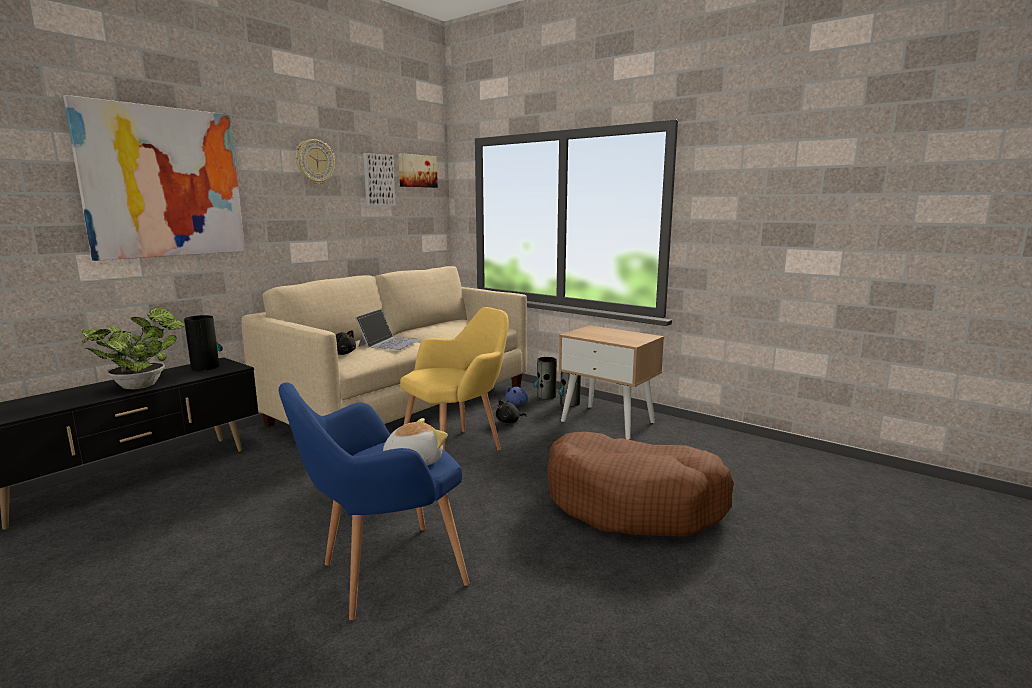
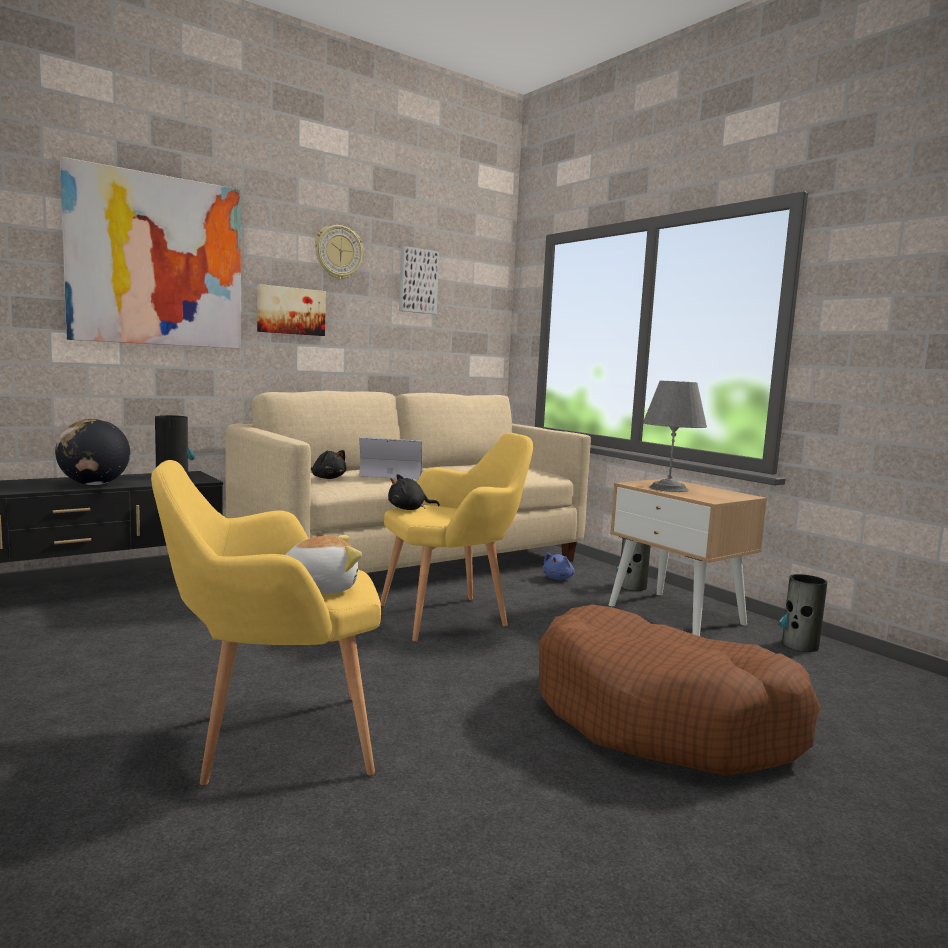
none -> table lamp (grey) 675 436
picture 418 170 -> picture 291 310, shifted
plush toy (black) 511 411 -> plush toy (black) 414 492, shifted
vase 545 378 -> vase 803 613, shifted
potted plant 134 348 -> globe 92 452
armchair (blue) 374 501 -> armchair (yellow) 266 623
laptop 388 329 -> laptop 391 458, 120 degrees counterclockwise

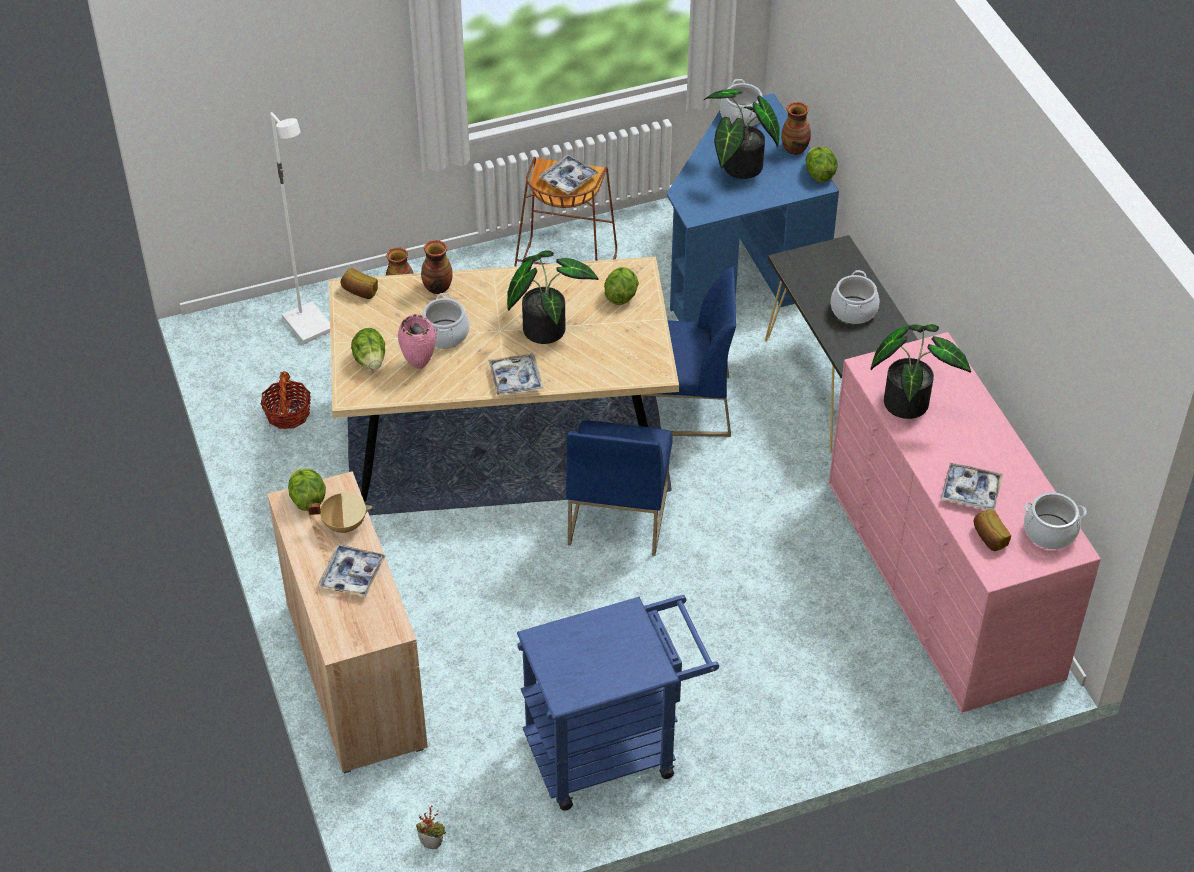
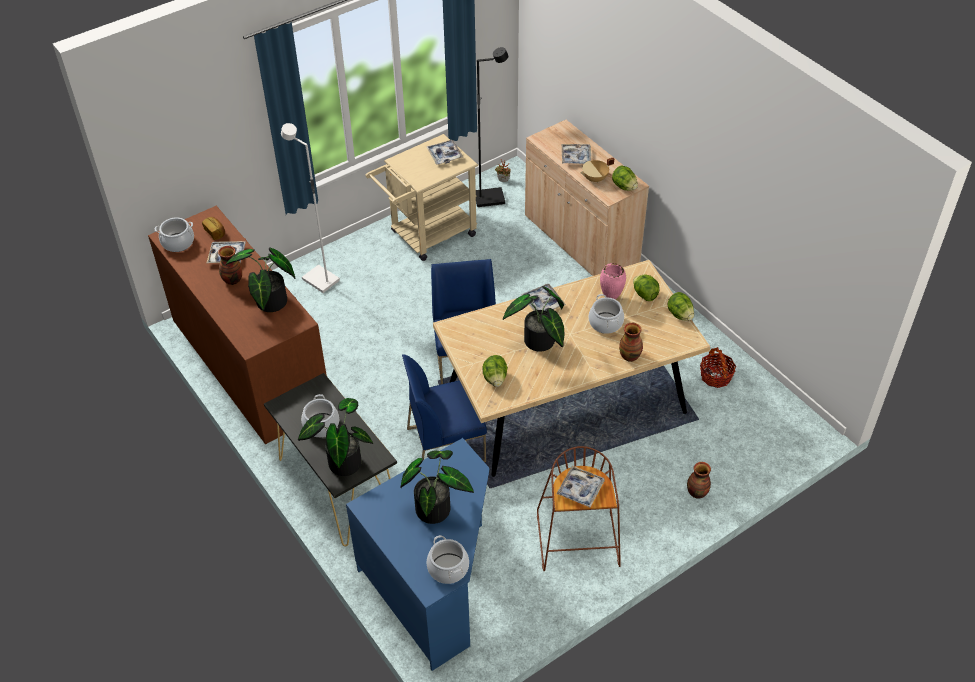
bread 359 283 -> none
none -> potted plant 335 437
none -> tray 445 152
none -> floor lamp (black) 492 127
floor lamp (white) 300 228 -> floor lamp (white) 310 208, shifted
vase 796 128 -> vase 230 265, shifted
lettuce 822 164 -> lettuce 680 306, shifted
cart (blue) 618 703 -> cart (beige) 422 197
dresser (pink) 965 522 -> dresser (brown) 237 325

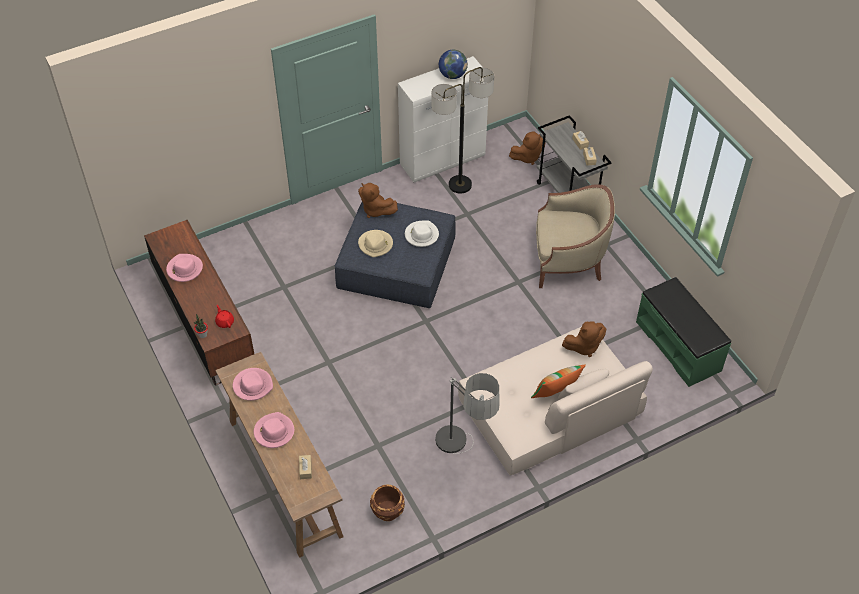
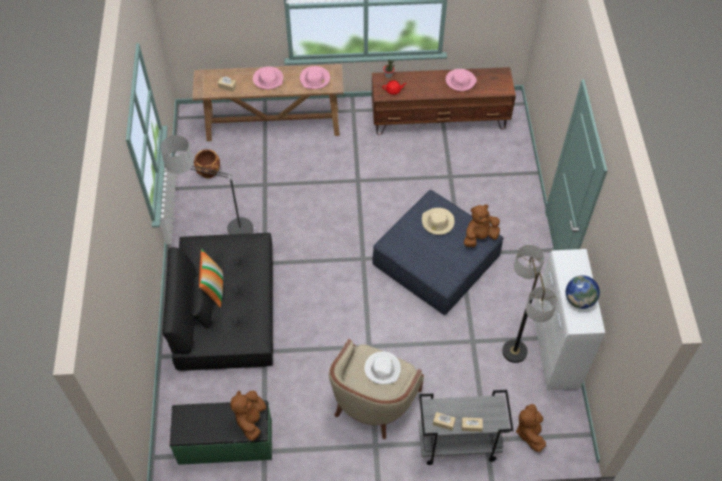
hat (white) 422 234 -> hat (white) 382 368, shifted
plush toy (brown) 584 339 -> plush toy (brown) 248 415, shifted
sofa (beige) 555 401 -> sofa (black) 217 302

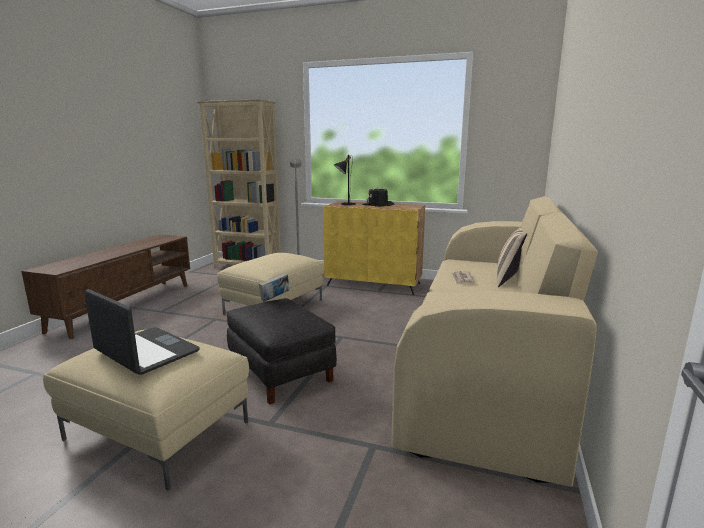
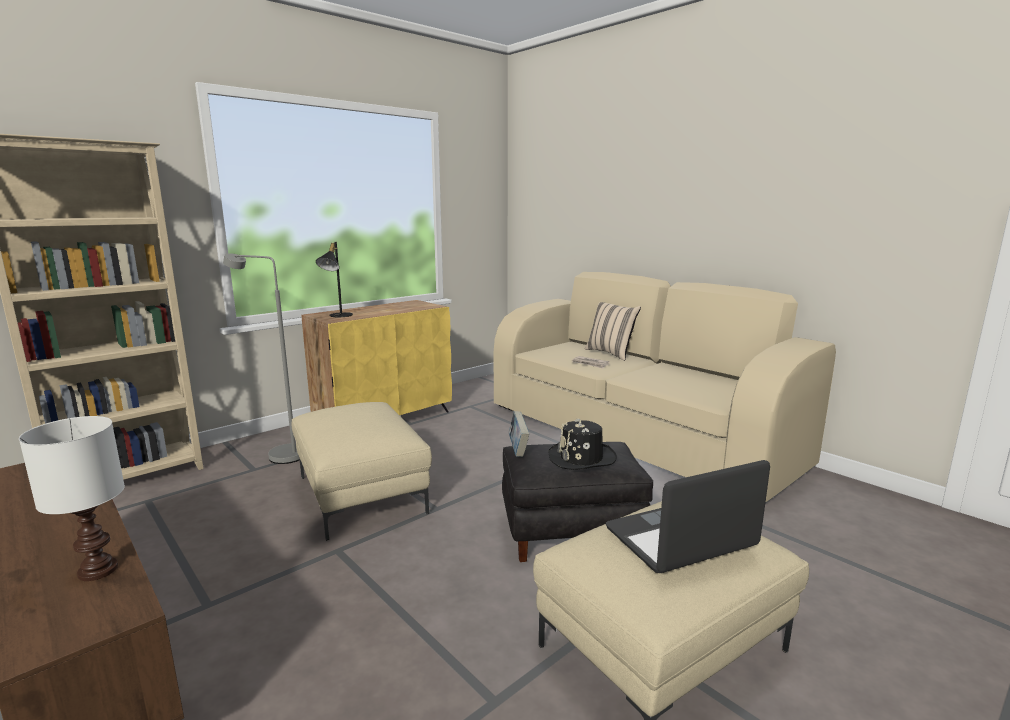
none -> table lamp (white) 72 498
hat (black) 378 196 -> hat (black) 582 444, shifted

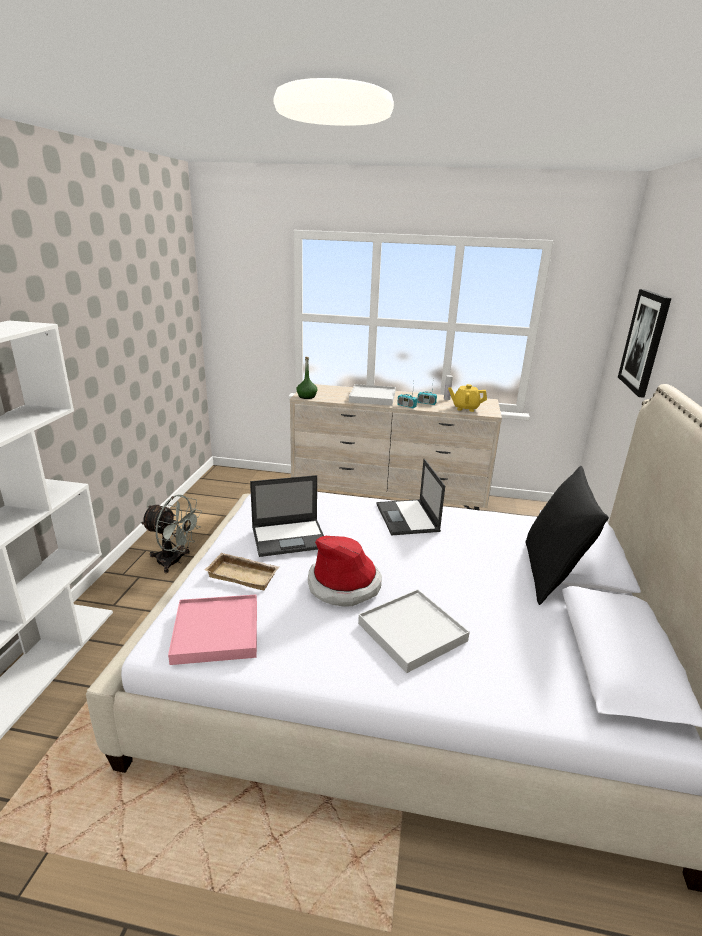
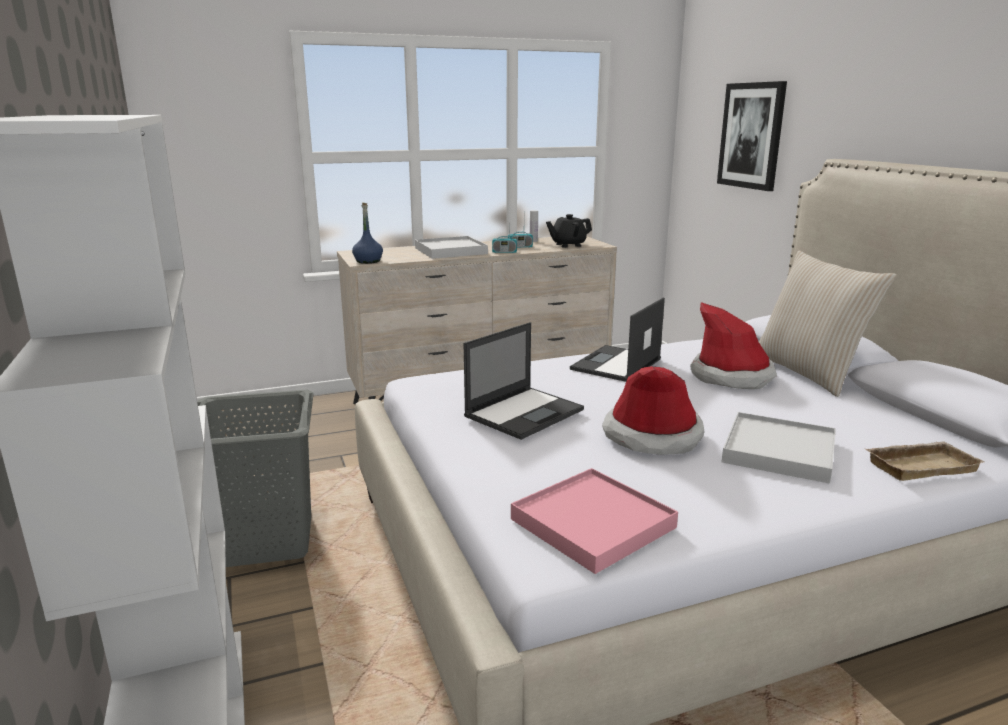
none -> hat 734 345
tray (beige) 241 571 -> tray (beige) 925 461, shifted
fan (grey) 171 533 -> laundry basket (grey) 255 478
bottle (green) 307 378 -> bottle (blue) 367 233
teapot (yellow) 467 398 -> teapot (black) 569 231
pillow (black) 567 535 -> pillow (beige) 828 323
laptop 411 497 -> laptop 617 340, 75 degrees clockwise

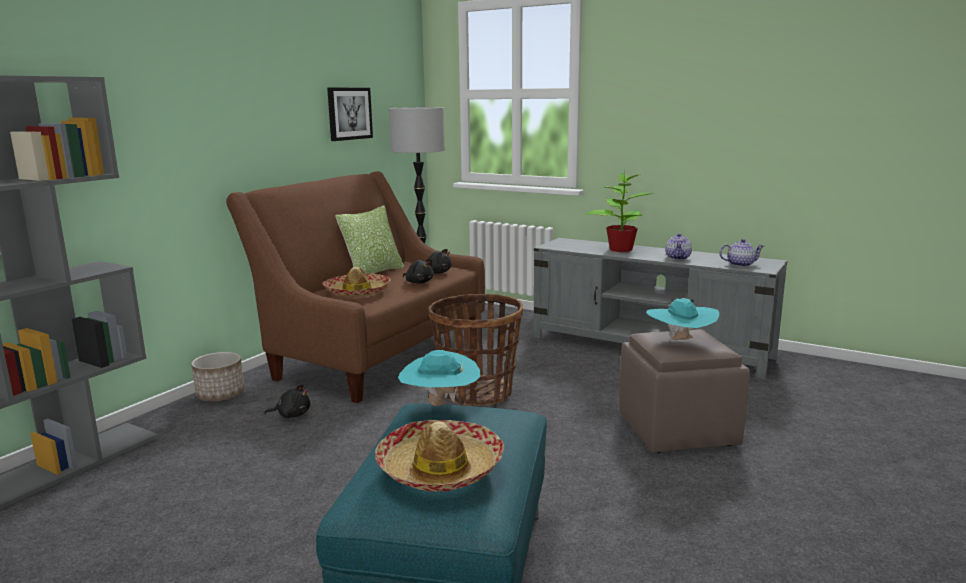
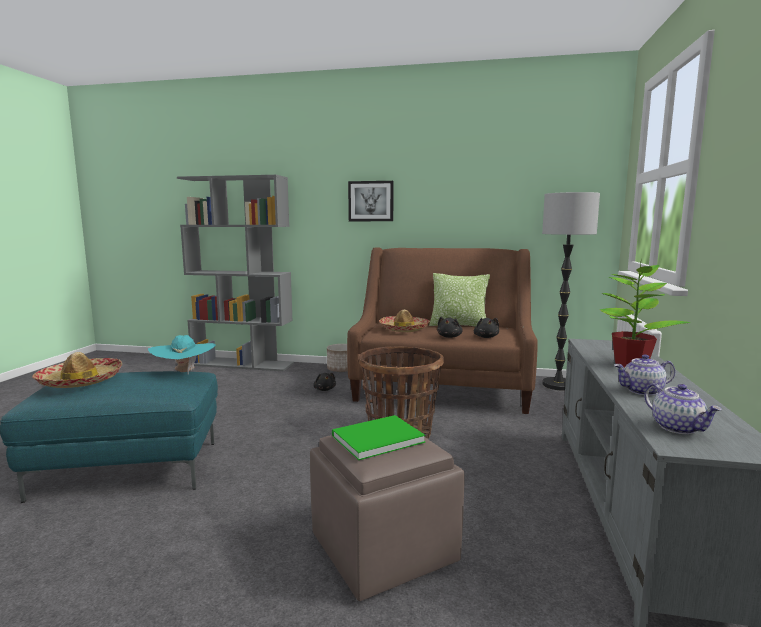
picture 350 114 -> picture 371 201, shifted
hat (turquoise) 682 319 -> book (green) 379 437

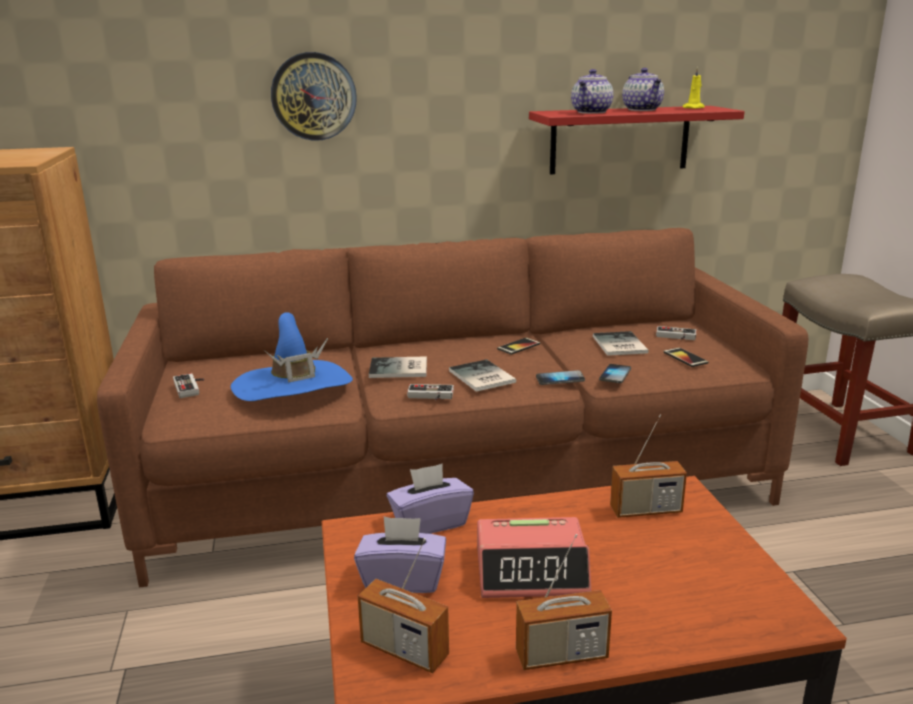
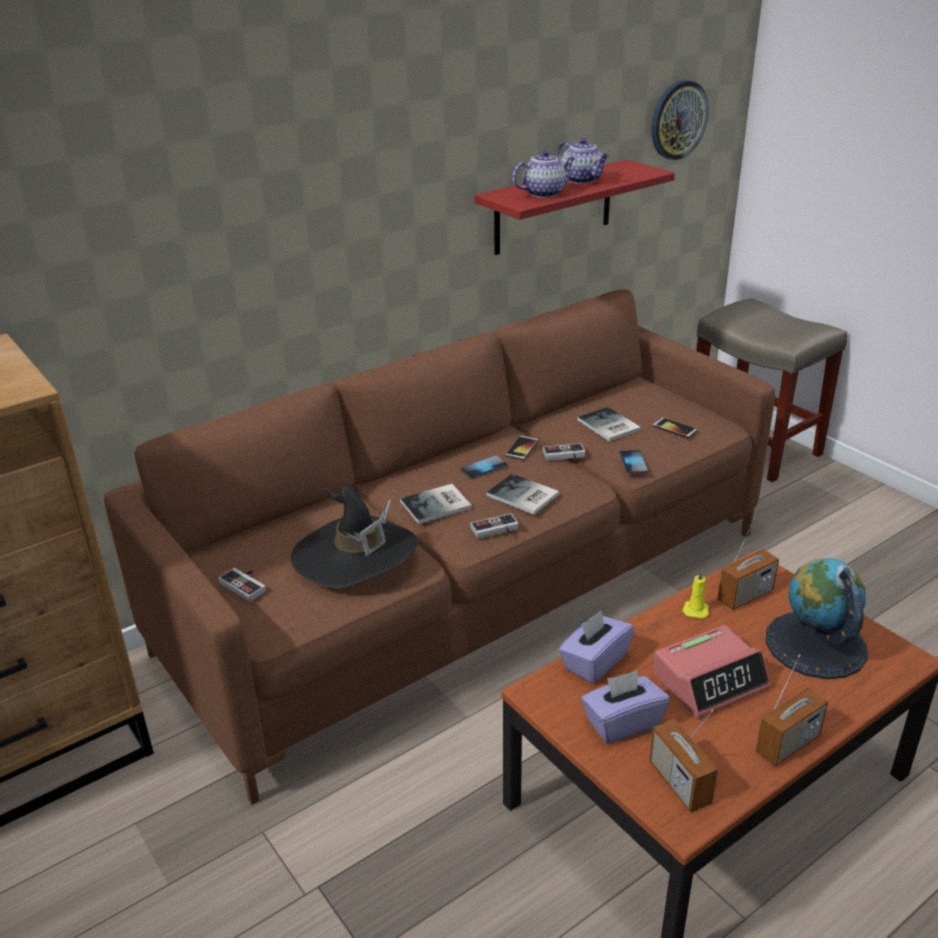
none -> globe 817 618
wall clock 314 96 -> wall clock 680 120, shifted
phone 560 377 -> phone 484 467, shifted
game controller 676 333 -> game controller 564 452, shifted
candle (yellow) 694 88 -> candle (yellow) 695 594, shifted
hat (blue) 292 356 -> hat (black) 354 535
radio 403 605 -> radio 683 761, 60 degrees clockwise
teapot 592 91 -> teapot 543 174, 120 degrees counterclockwise

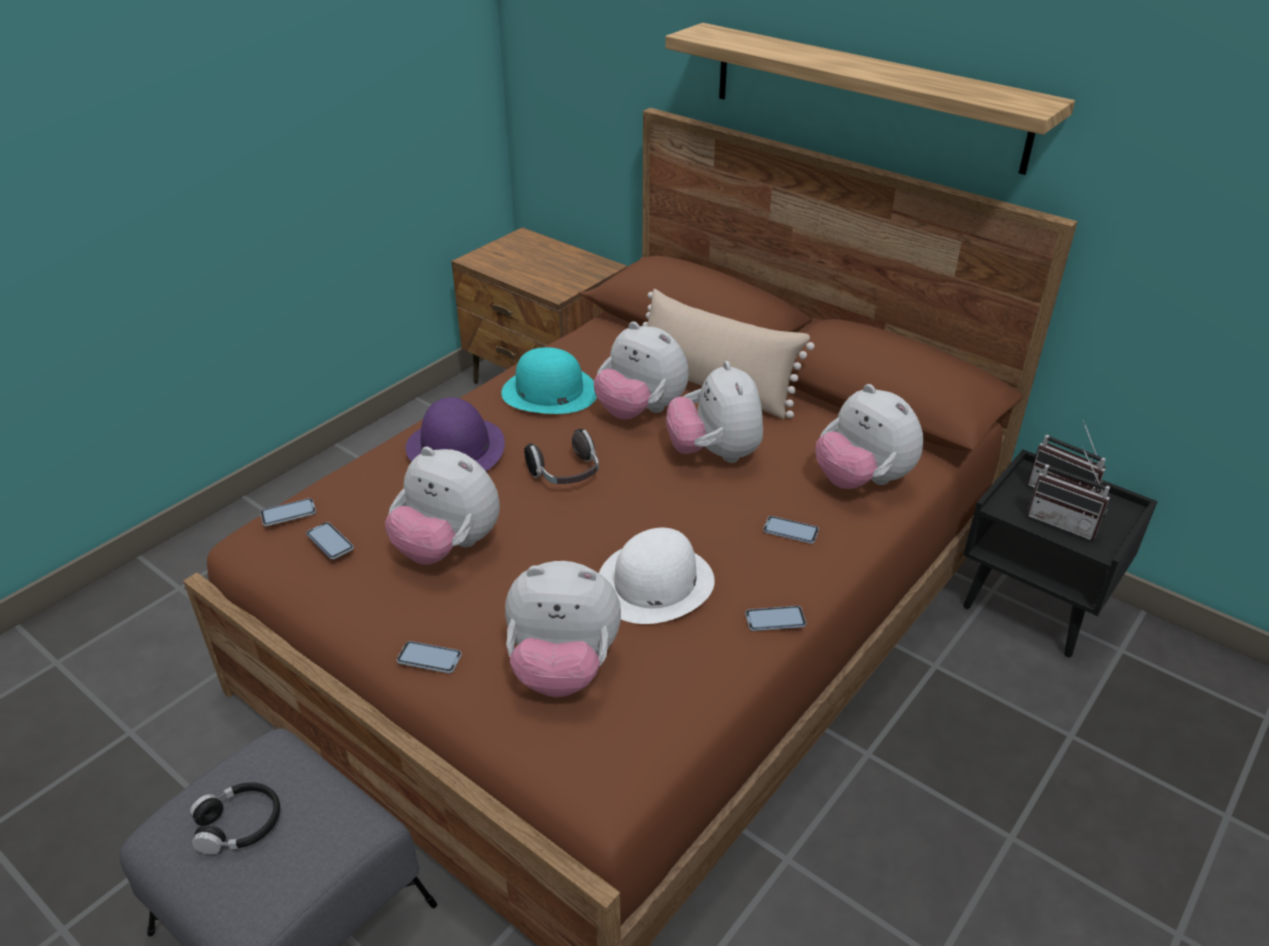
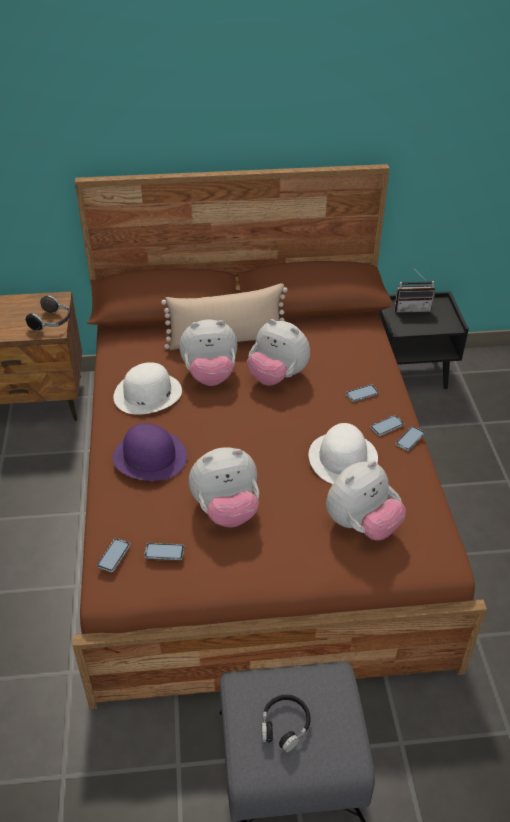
shelf 870 99 -> none
plush toy 869 436 -> none
radio 1068 493 -> none
phone 429 657 -> phone 387 425, shifted
headphones 561 456 -> headphones 48 313, shifted
hat (turquoise) 549 380 -> hat (white) 148 388

